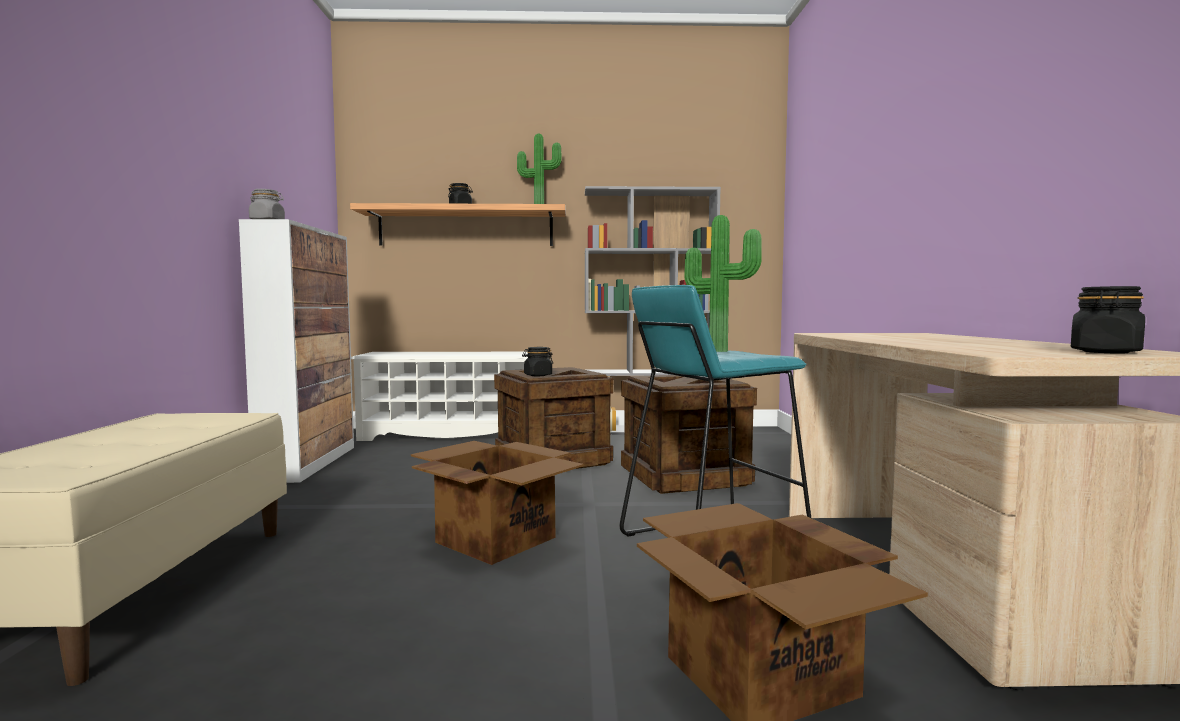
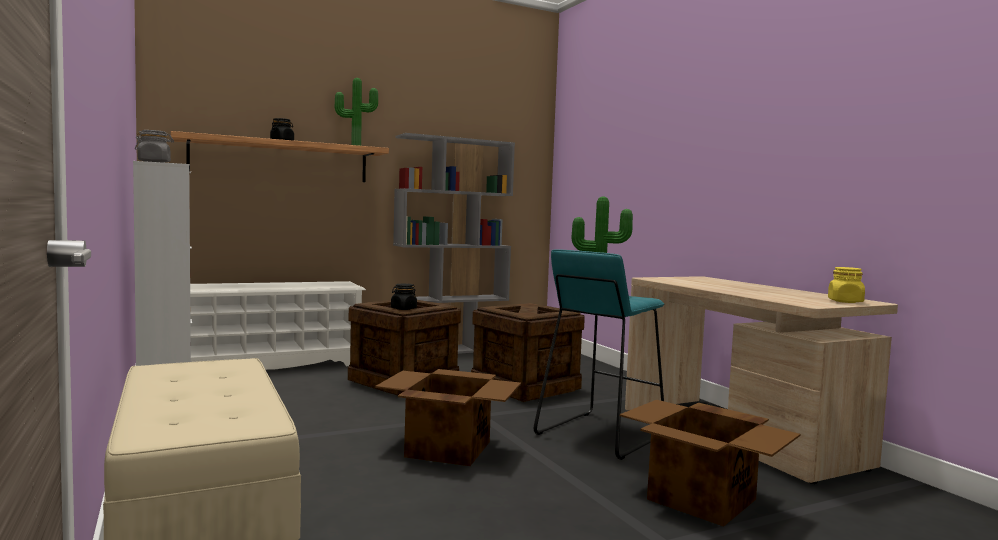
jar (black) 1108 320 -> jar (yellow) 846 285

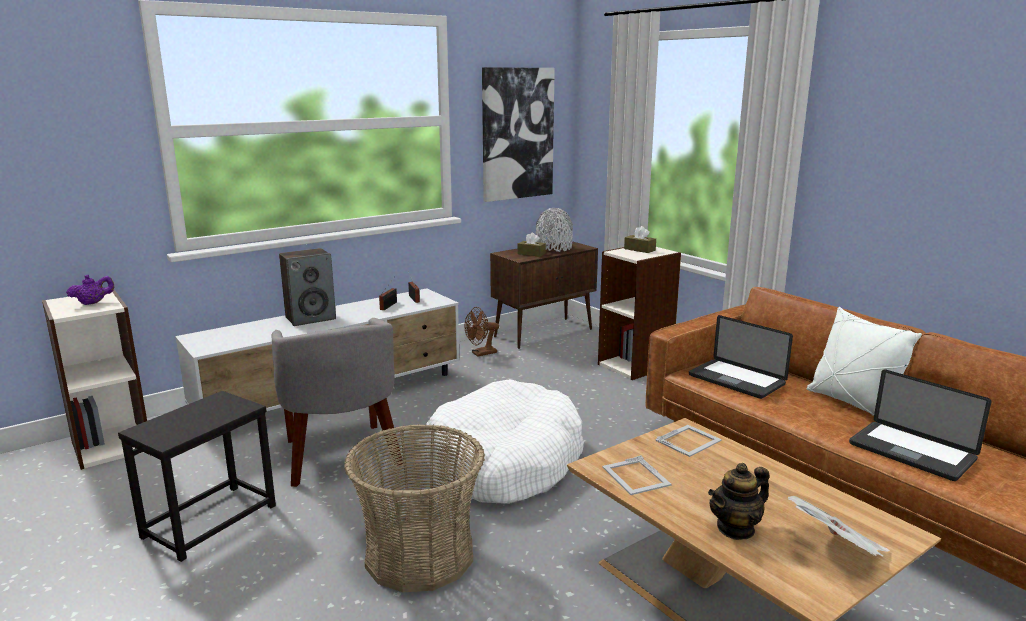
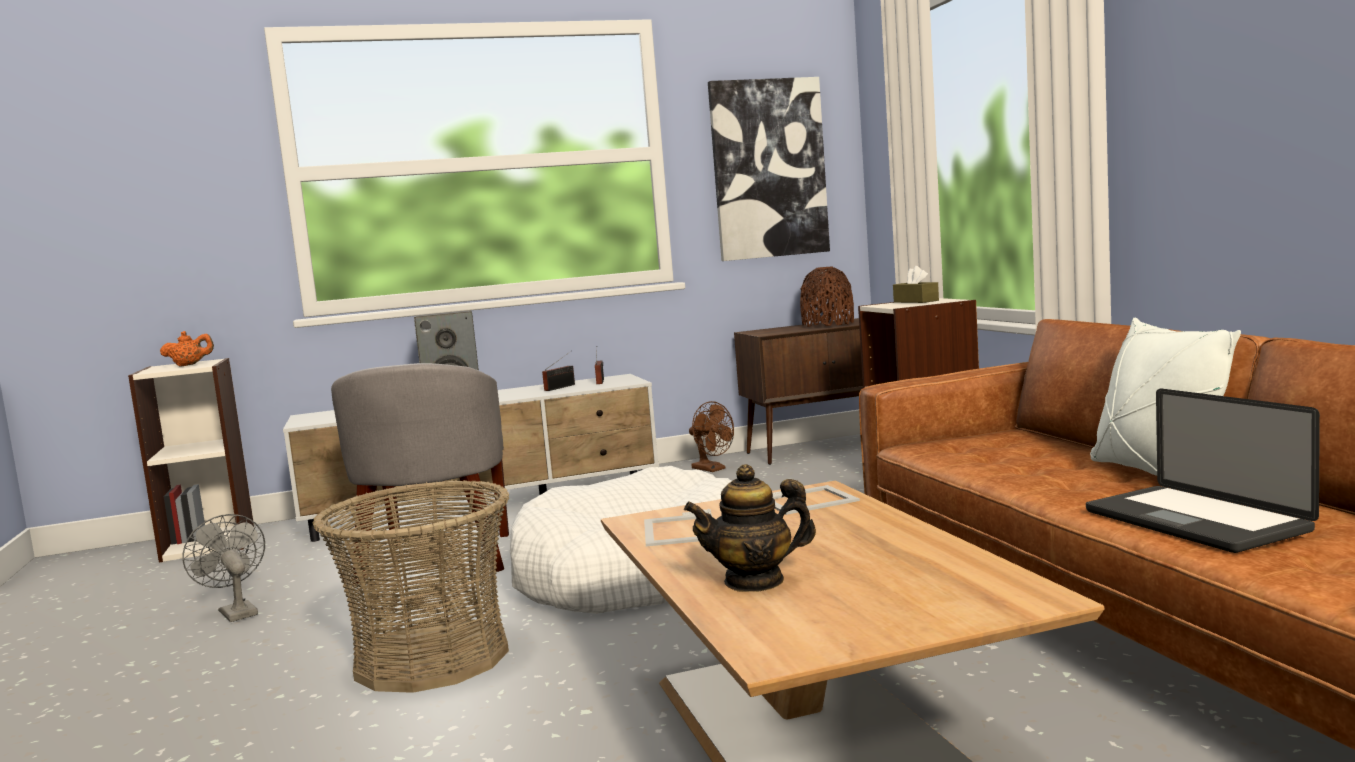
tissue box (brown) 532 245 -> none
laptop 741 357 -> none
newspaper 839 526 -> none
side table (black) 197 476 -> fan (grey) 224 568
teapot (purple) 90 290 -> teapot (orange) 187 348
vase (grey) 554 230 -> vase (brown) 827 297
fan (brown) 481 332 -> fan (brown) 711 436, 120 degrees counterclockwise

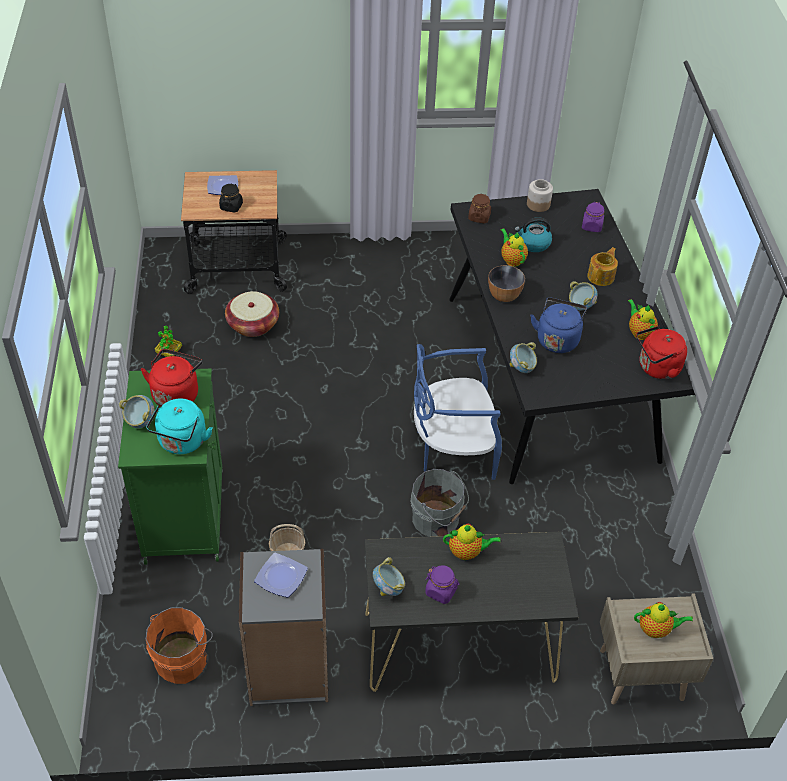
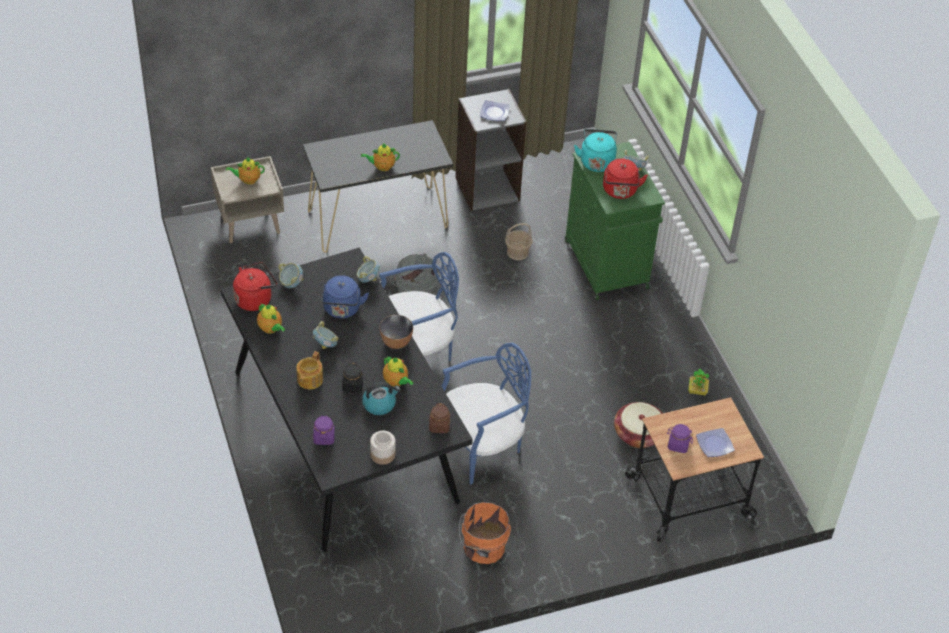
none -> chair (blue) 486 413
bucket (orange) 179 645 -> bucket (orange) 485 533, shifted
jar (black) 231 197 -> jar (black) 352 377, shifted
bowl 389 576 -> bowl 290 275, shifted
jar (purple) 442 584 -> jar (purple) 680 438, shifted

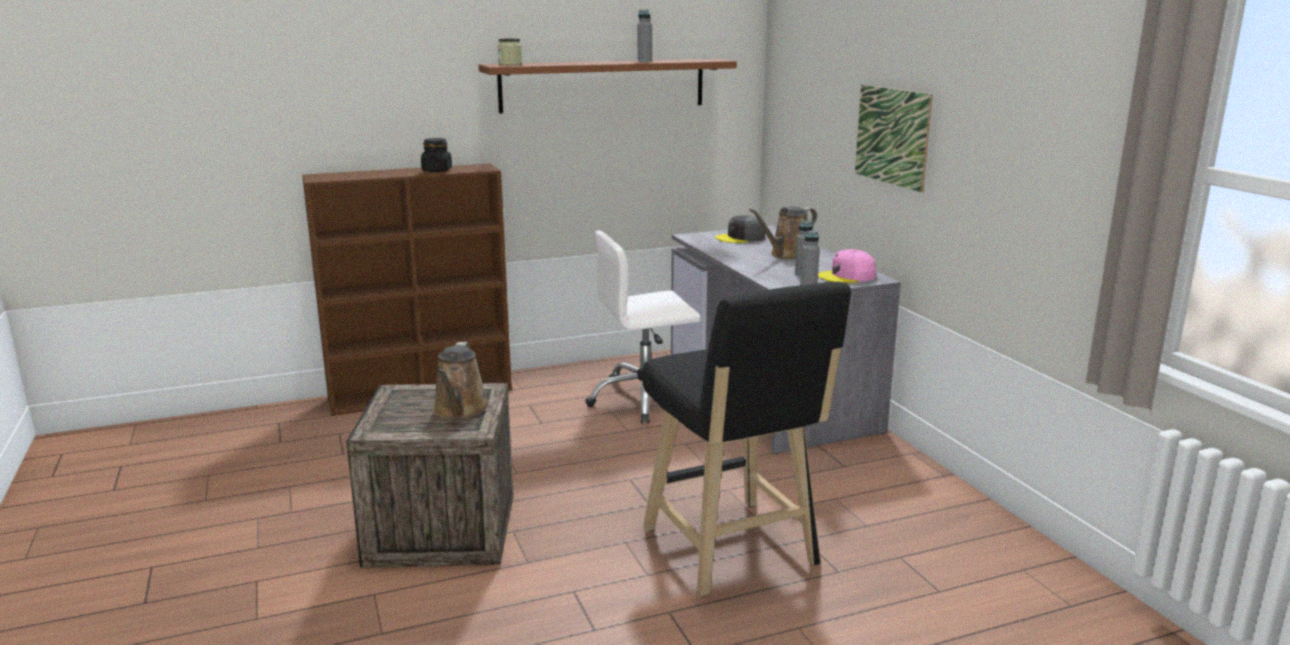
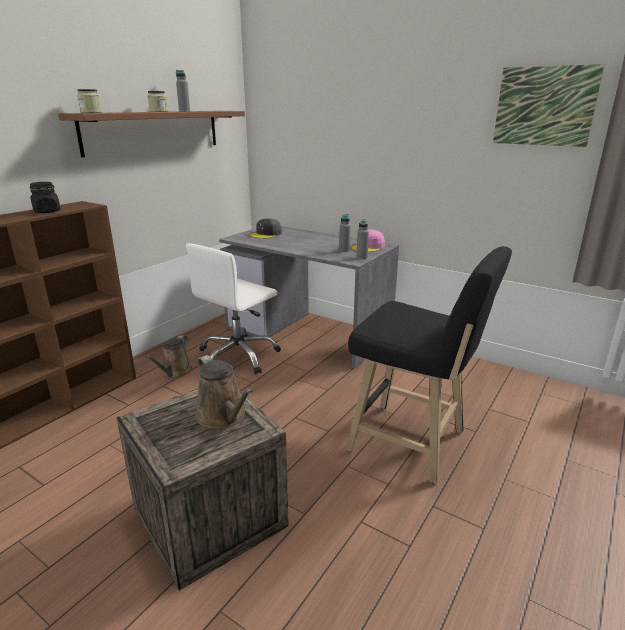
none -> jar 158 101
watering can (brown) 783 232 -> watering can (brown) 169 357, shifted
picture 894 138 -> picture 549 105, shifted

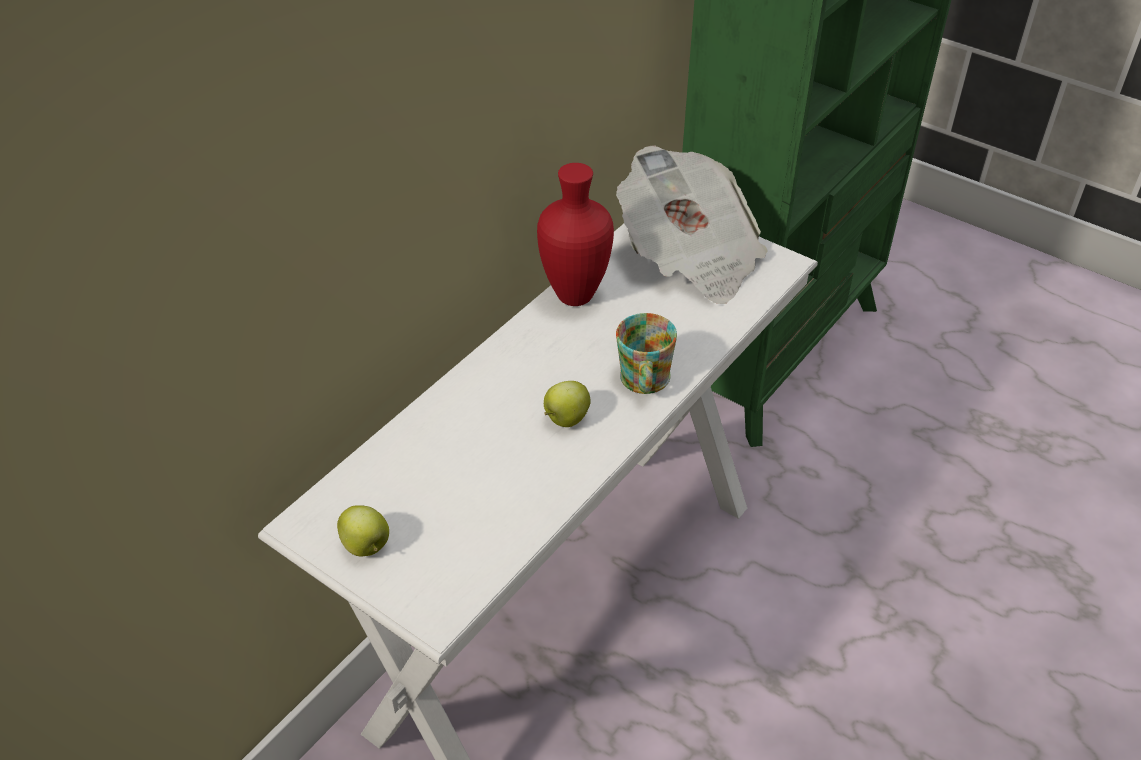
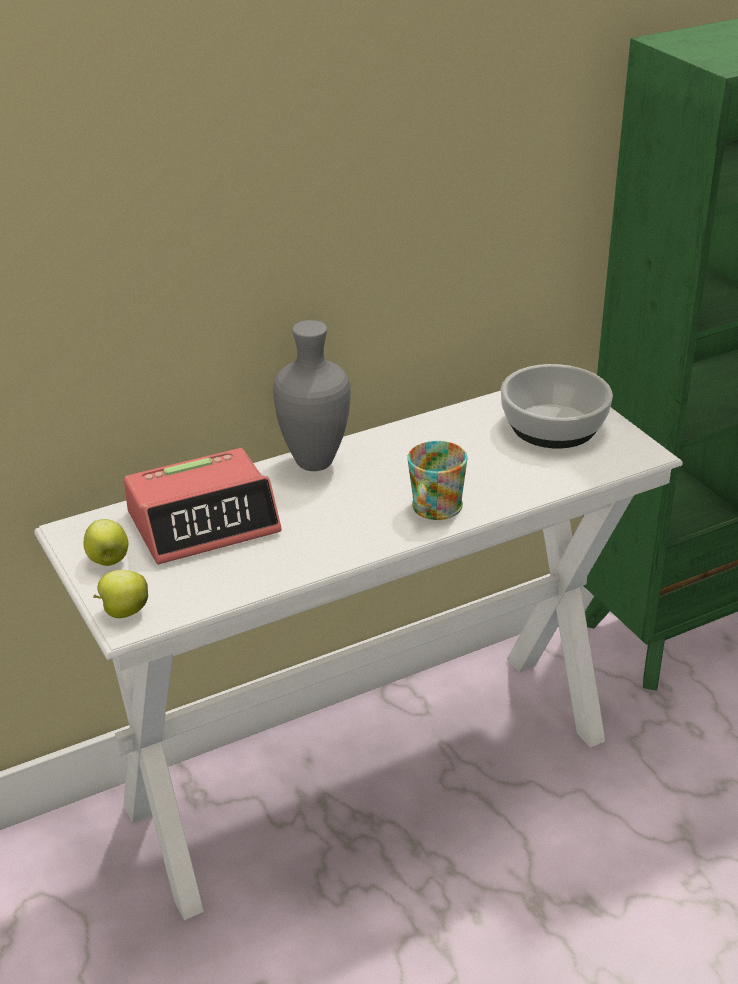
vase (red) 575 234 -> none
none -> alarm clock 202 506
none -> vase (grey) 312 395
apple 567 404 -> apple 120 594, shifted
newspaper 692 224 -> bowl 557 406

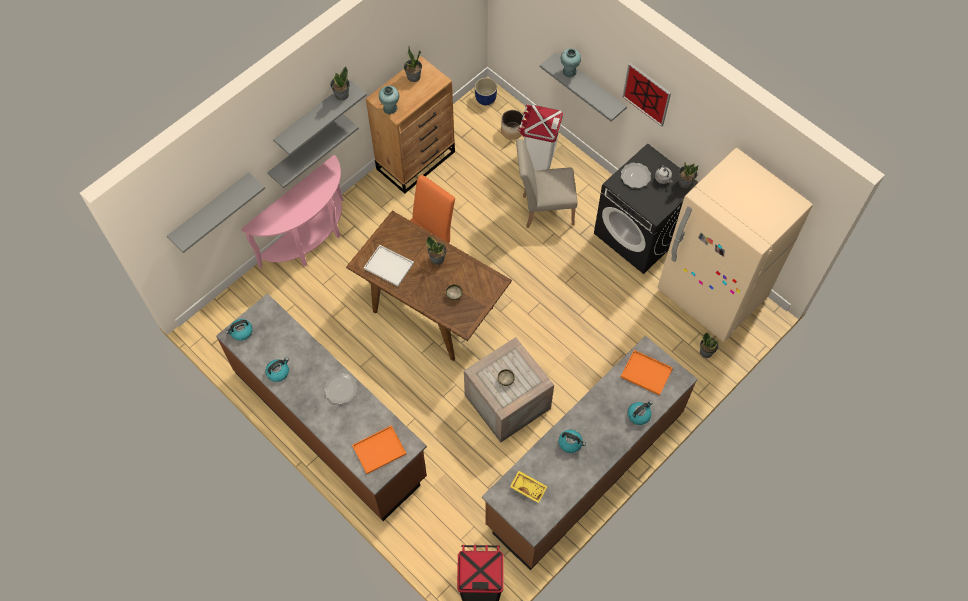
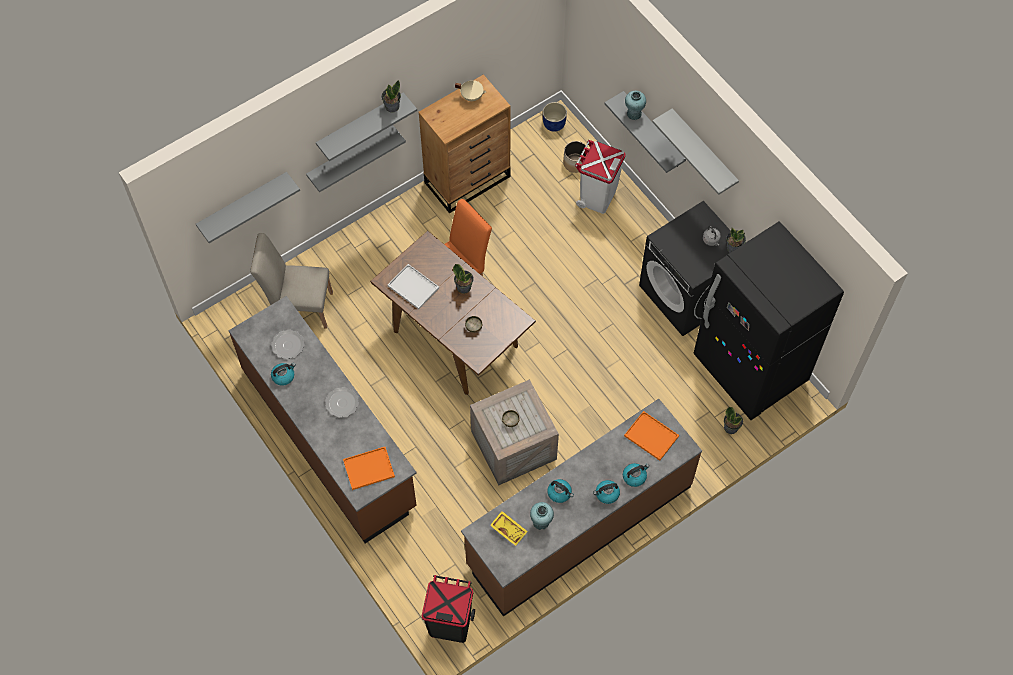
console table (pink) 292 211 -> none
kettle 239 330 -> kettle 606 492, shifted
vase (turquoise) 389 99 -> vase (turquoise) 542 516, shifted
chair (beige) 547 183 -> chair (beige) 291 281, shifted
plate 636 175 -> plate 287 344, shifted
potted plant 413 64 -> cooking pot (beige) 470 90
picture 647 95 -> shelf (grey) 695 151
fridge (beige) 735 245 -> fridge (black) 768 321

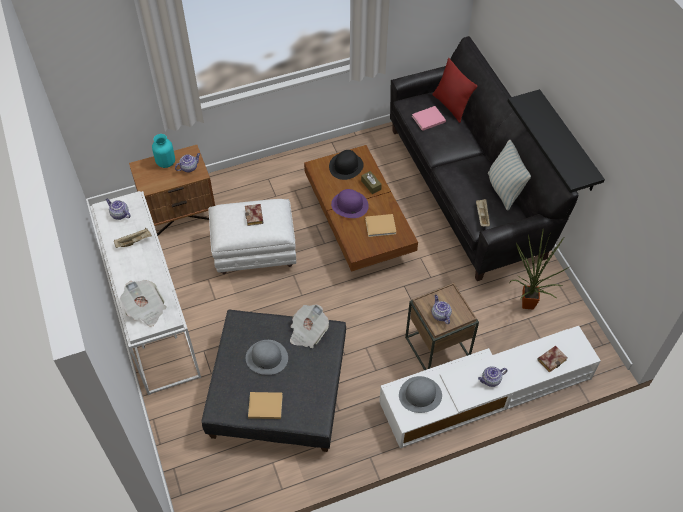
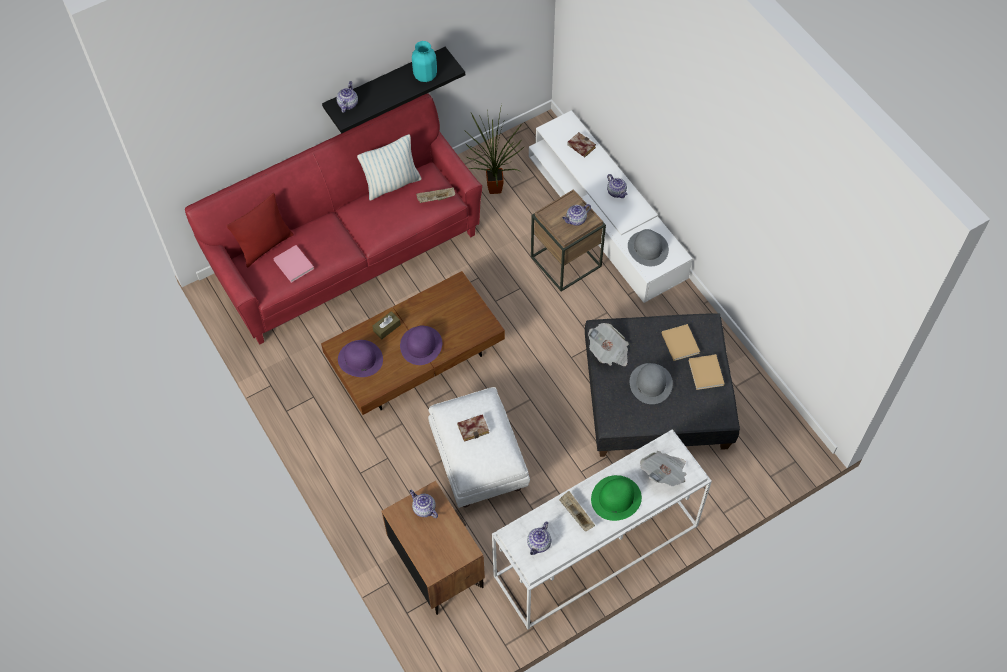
none -> teapot 347 97
none -> hat (green) 616 498
vase (turquoise) 163 151 -> vase (turquoise) 424 61, shifted
book (beige) 381 225 -> book (beige) 681 342, shifted
hat (black) 346 165 -> hat (purple) 360 358
sofa (black) 484 158 -> sofa (red) 333 219

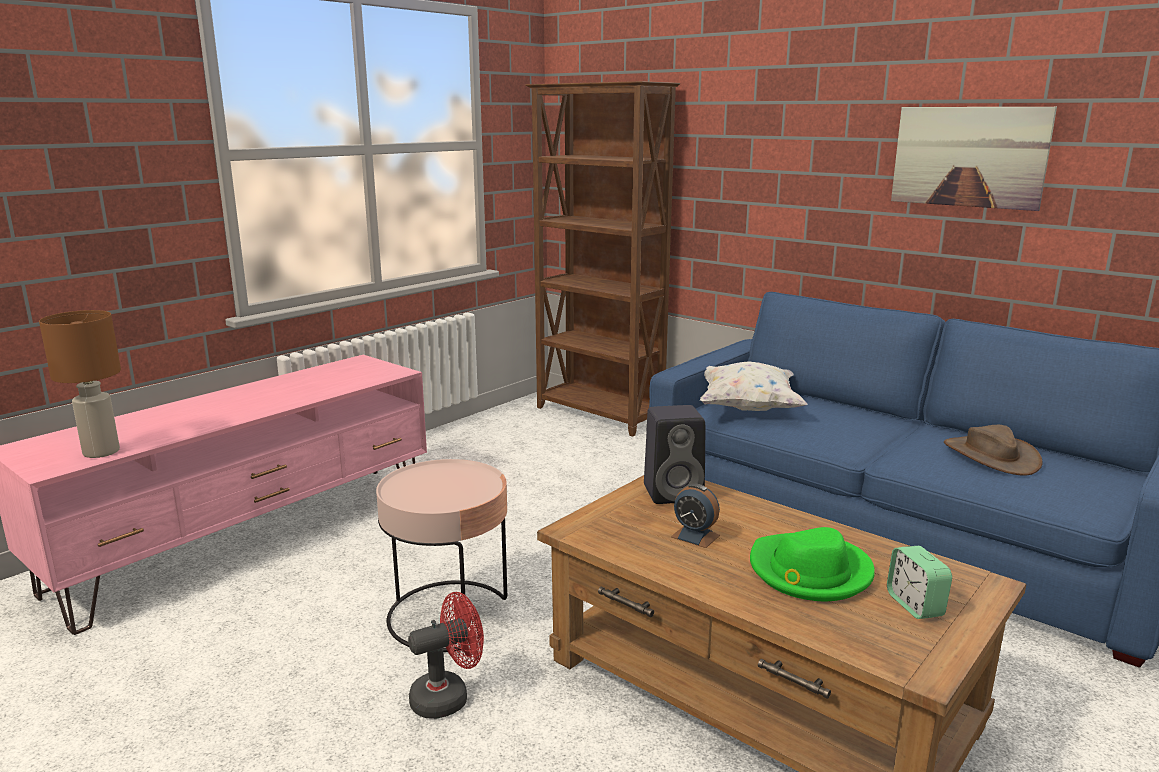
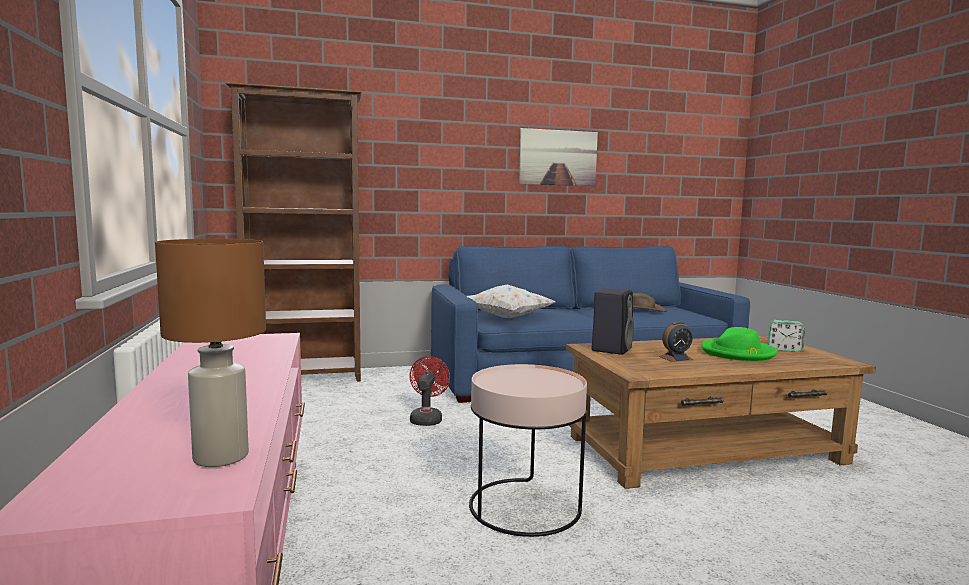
fan (red) 446 655 -> fan (red) 429 391, shifted

